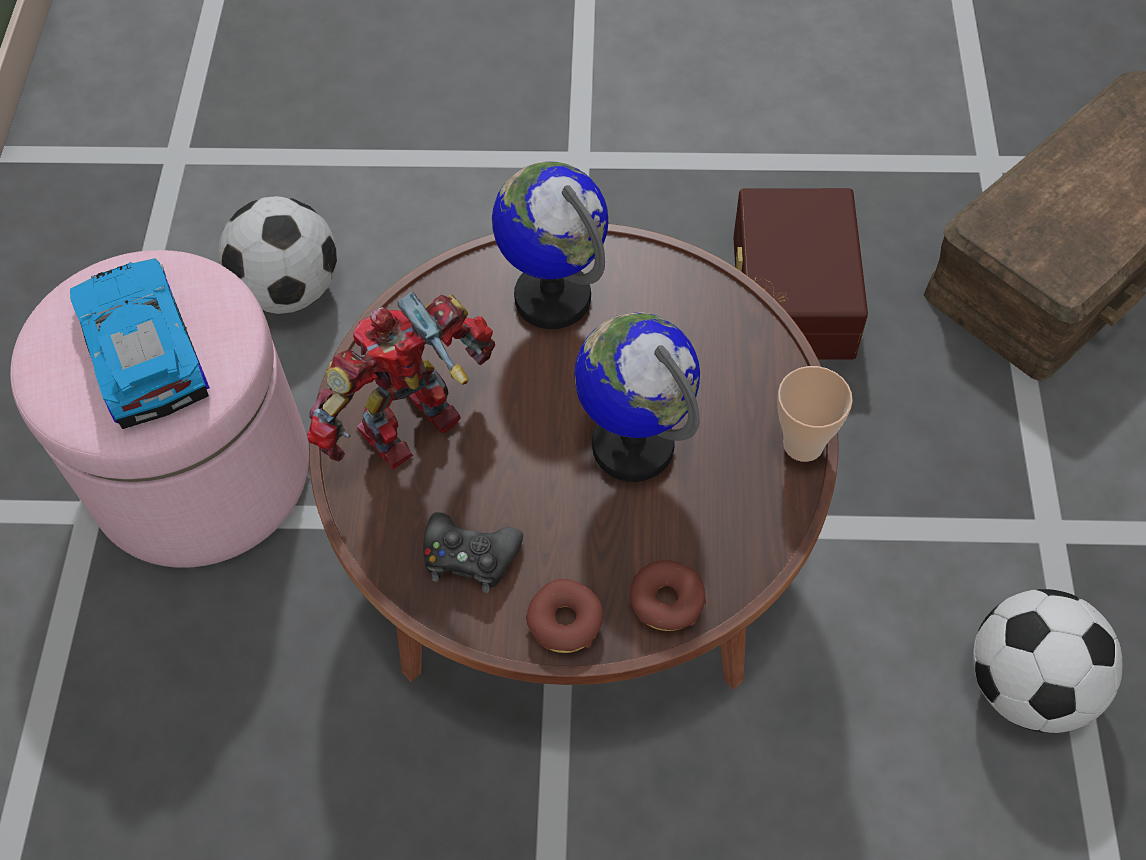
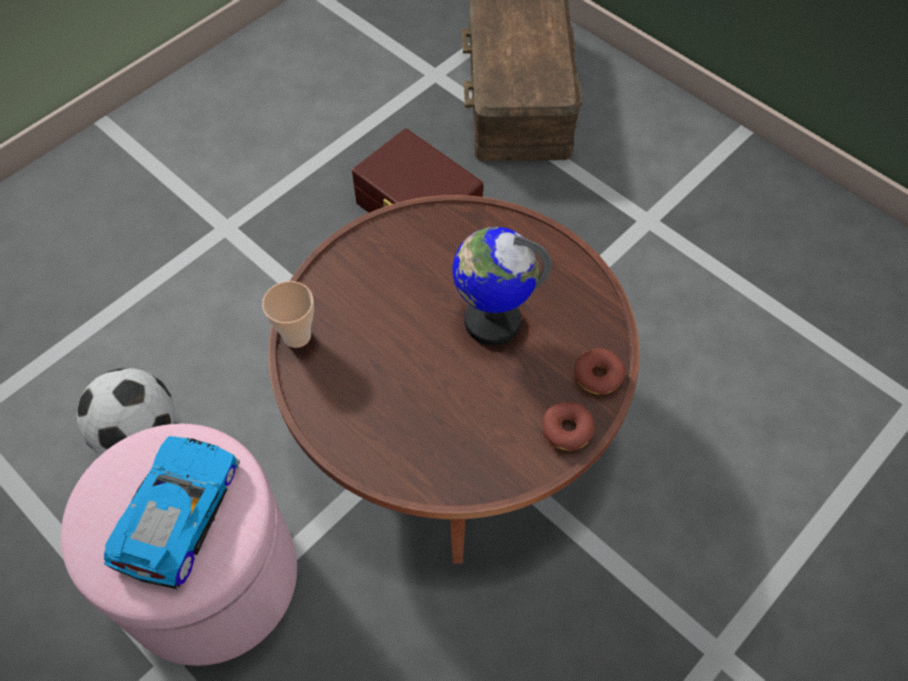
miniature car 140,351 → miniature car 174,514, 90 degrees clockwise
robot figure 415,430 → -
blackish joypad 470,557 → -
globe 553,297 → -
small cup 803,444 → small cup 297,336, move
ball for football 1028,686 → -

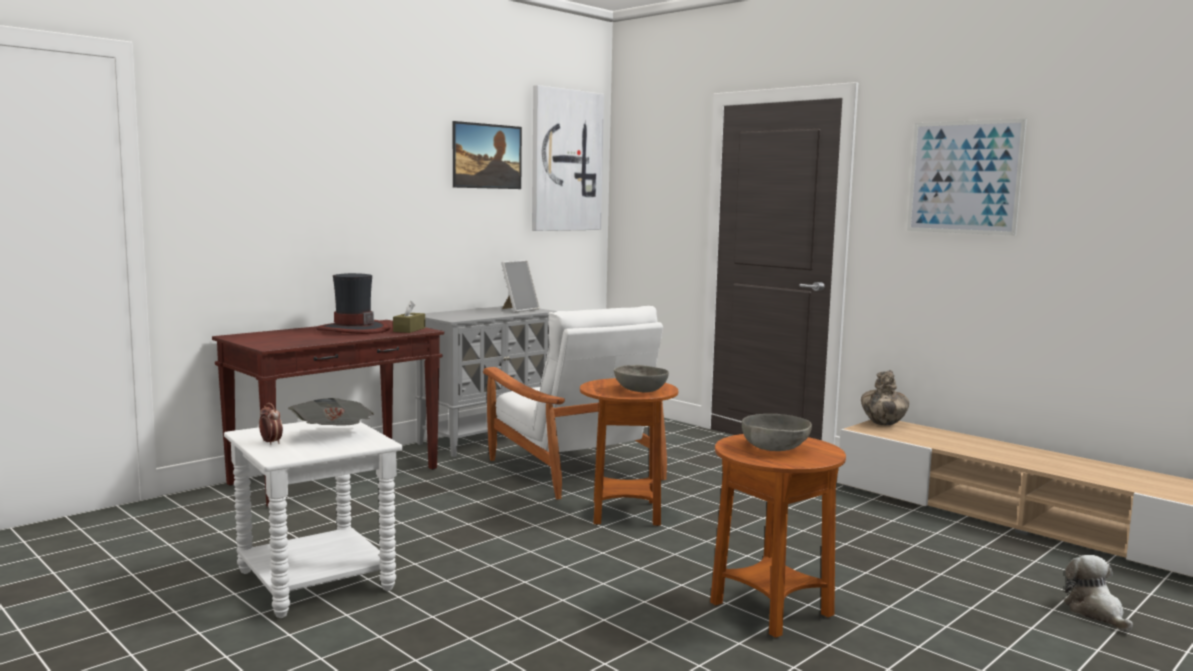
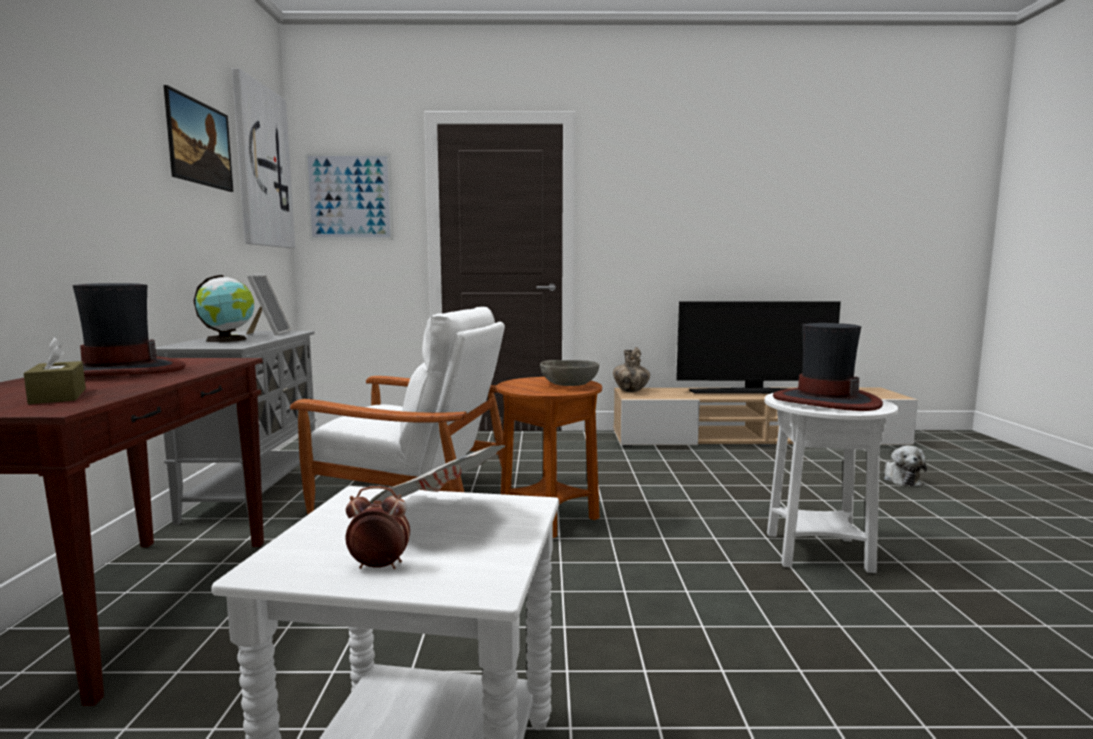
brownish box of tissues 409,330 → brownish box of tissues 58,396, move
brownish side table 770,610 → white side table 817,553
grey serving bowl 776,448 → wearable hat 825,401
picture 964,177 → picture 349,197, move
cuddly toy 1096,613 → cuddly toy 901,479, 120 degrees counterclockwise
- → globe 228,340
- → TV 754,392

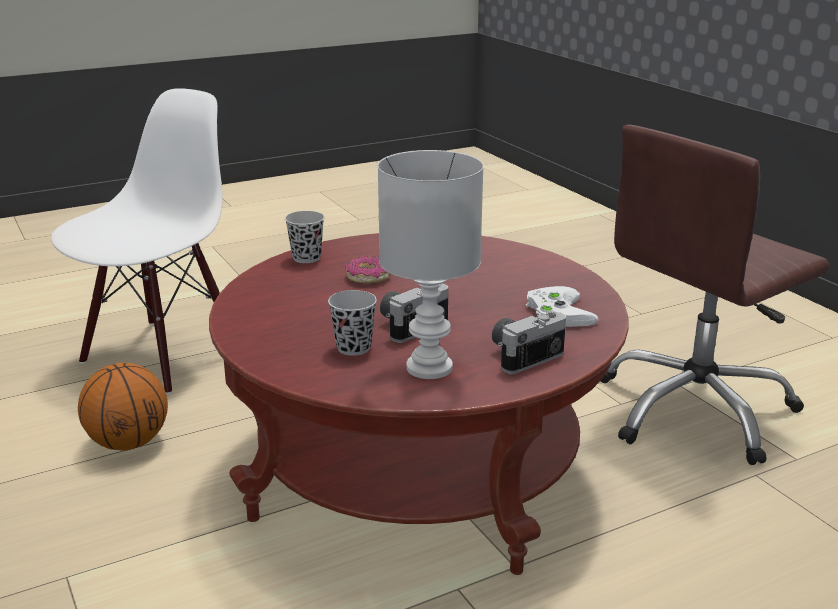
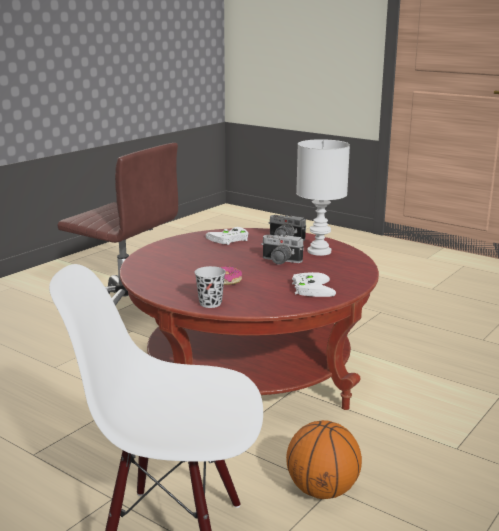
blackish small cup 353,348 → -
- → white joypad 310,288

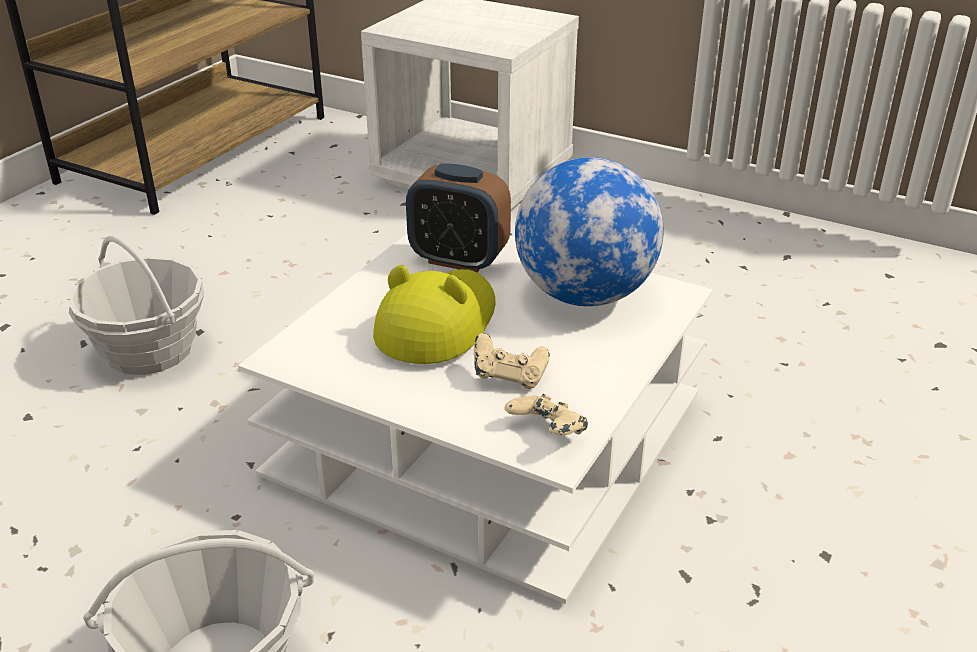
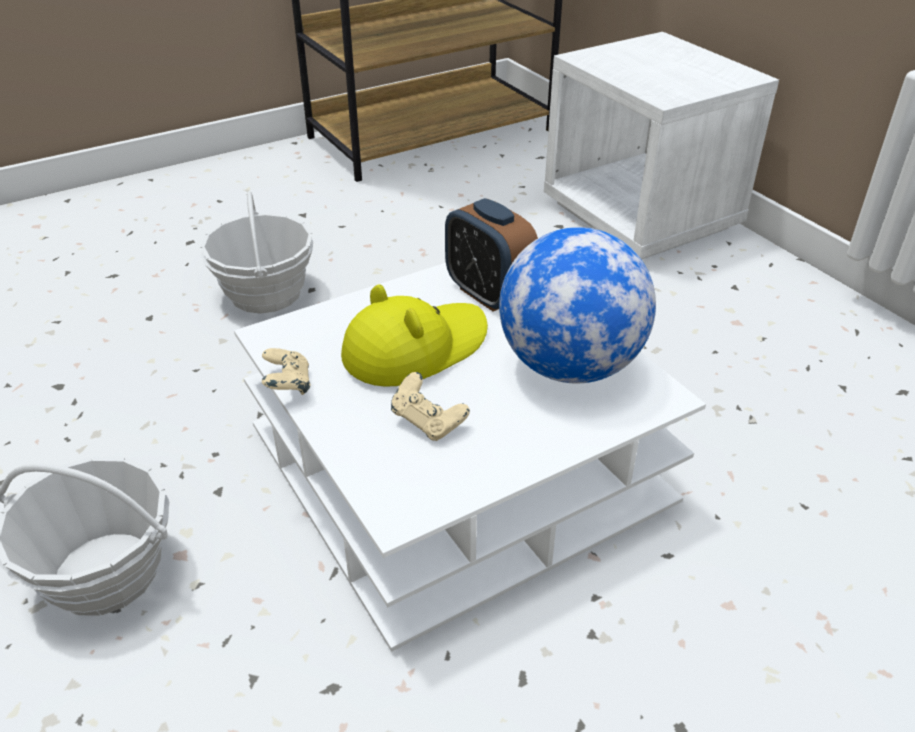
beige joypad 547,433 → beige joypad 288,386, move

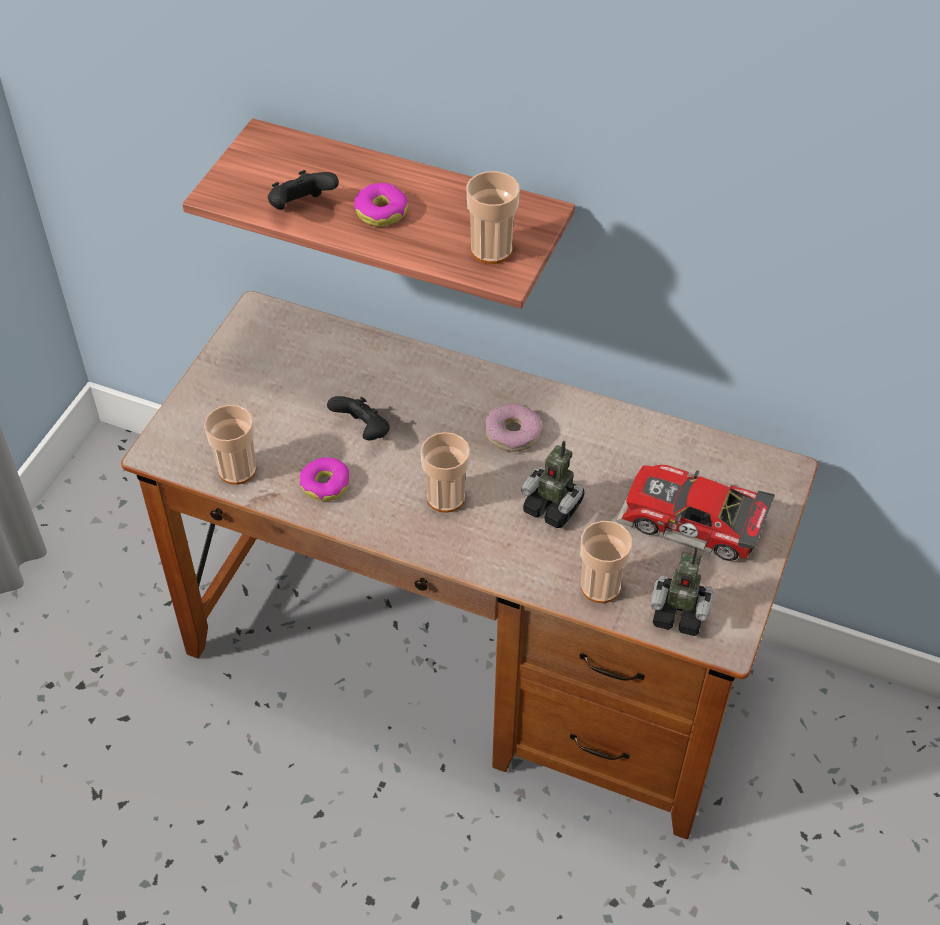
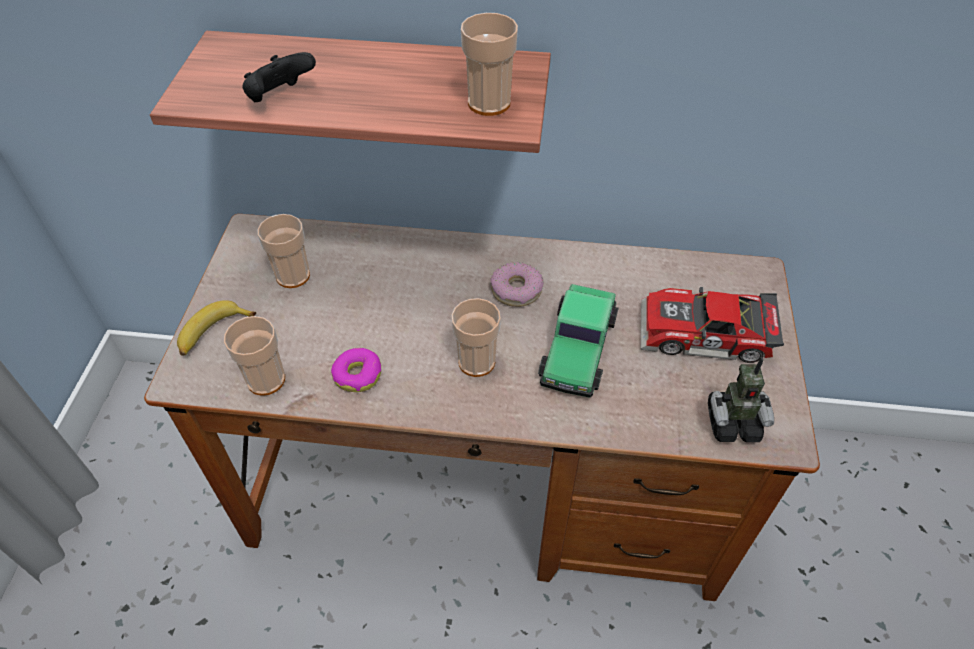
blackish joypad 362,431 → -
ring doughnut 381,211 → -
robot figure 553,507 → miniature car 578,349
small cup 600,586 → small cup 293,276, move
- → banana 213,333

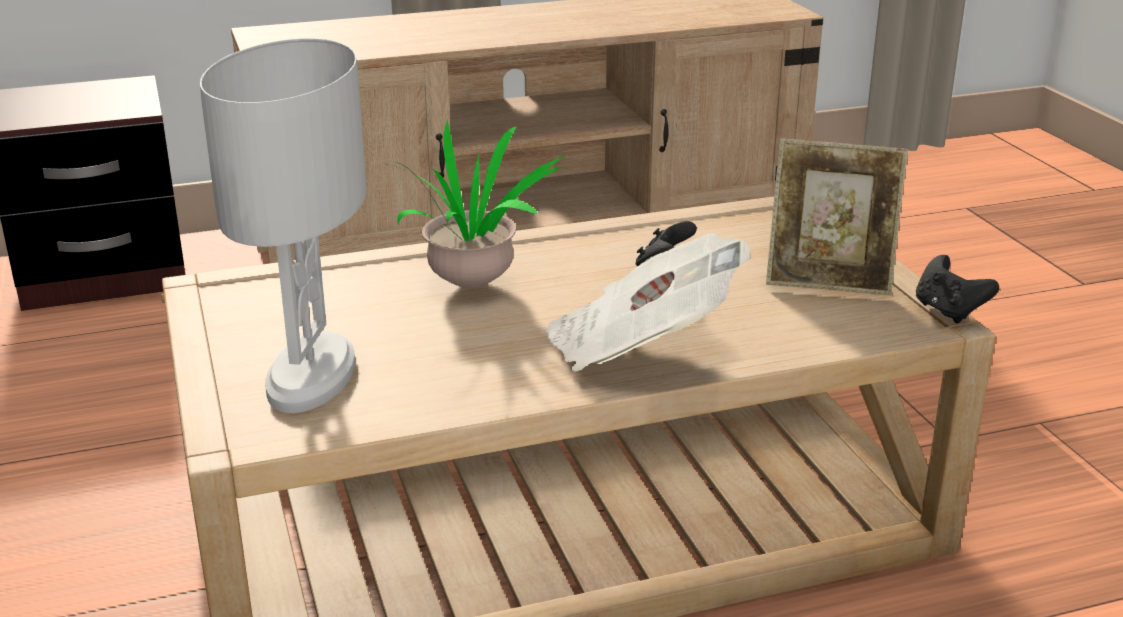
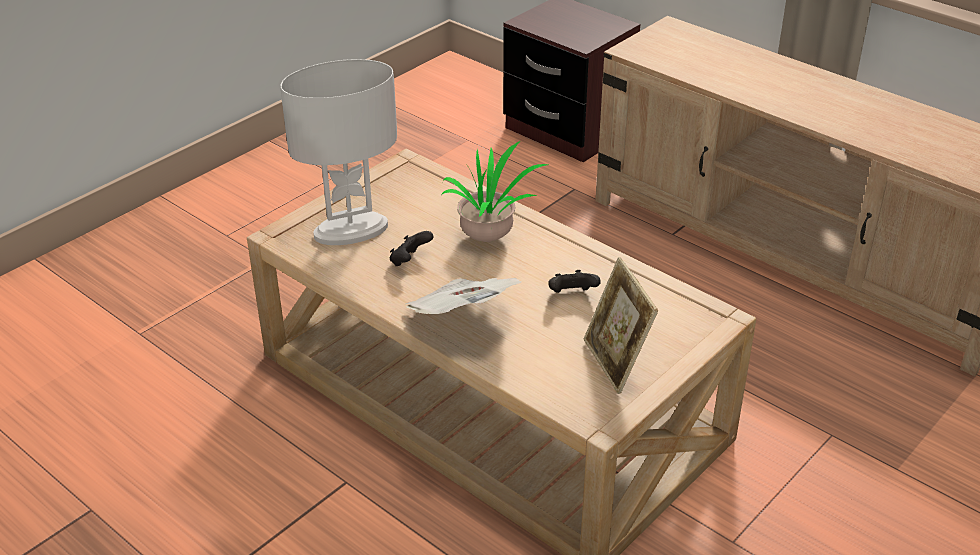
blackish joypad 948,311 → blackish joypad 410,261, move

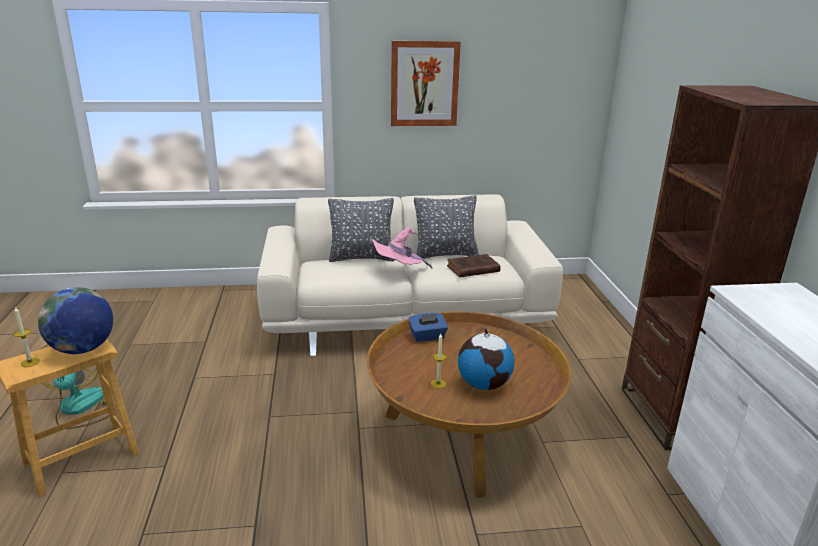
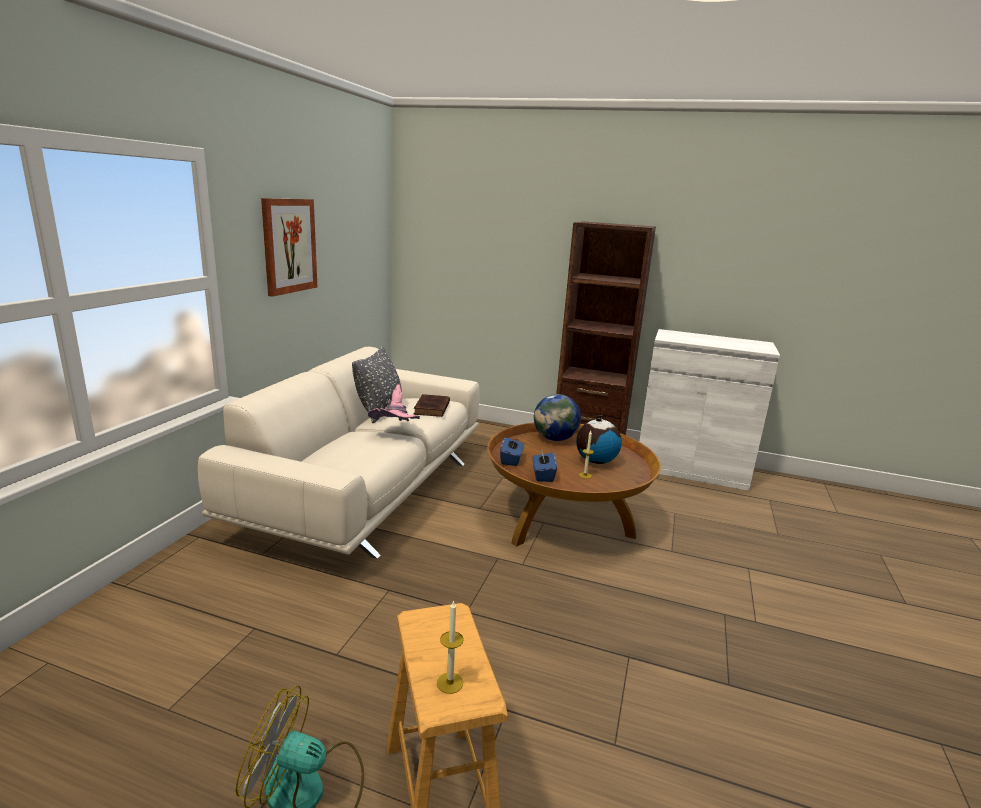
globe 82,349 → globe 555,439, move
grey pillow 362,258 → -
- → blue-coloured box of tissues 543,475

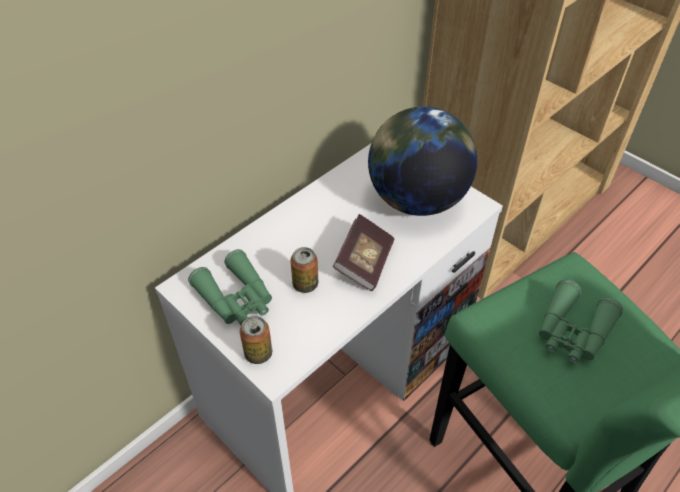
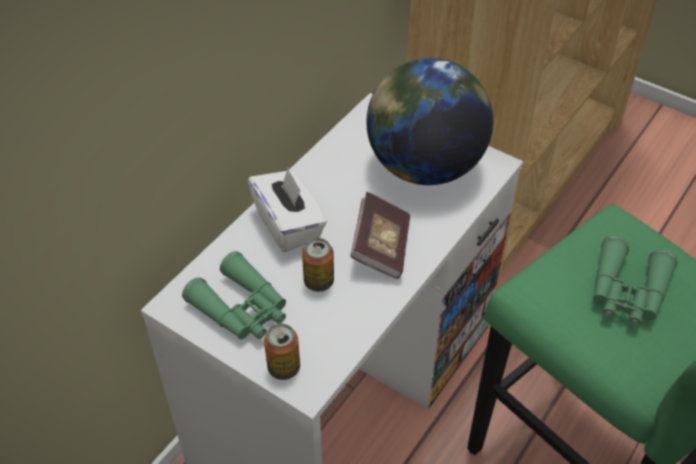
- → white box of tissues 289,225

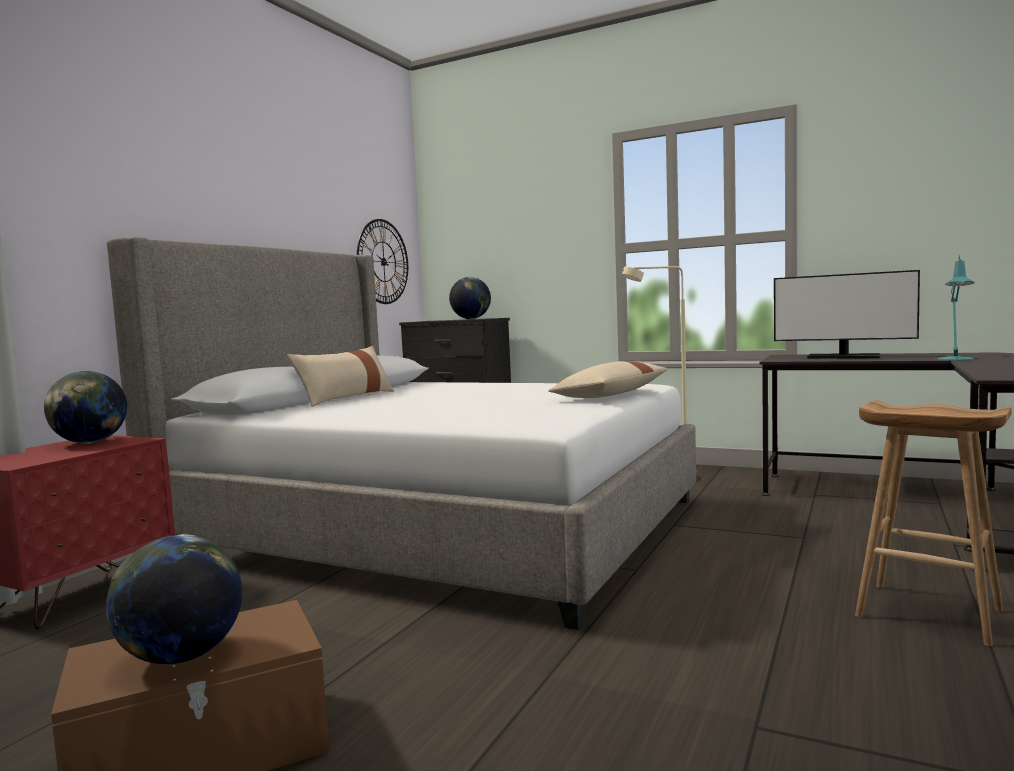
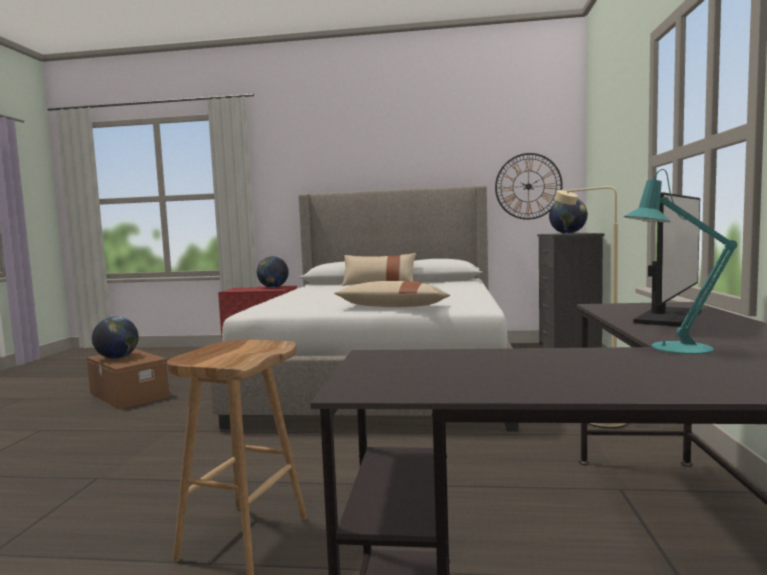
computer display 843,357 → computer display 668,317, 150 degrees counterclockwise

